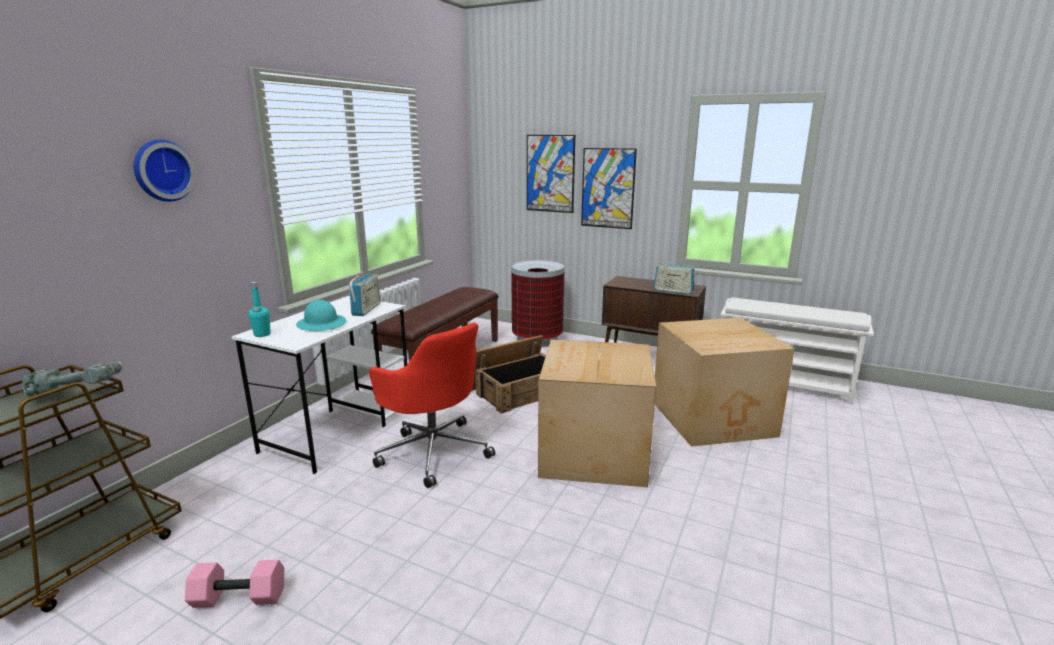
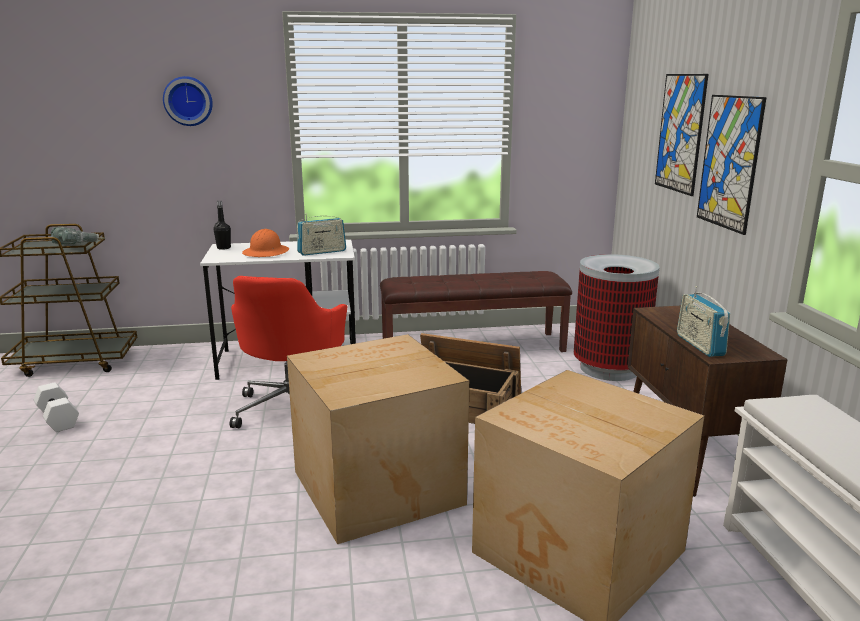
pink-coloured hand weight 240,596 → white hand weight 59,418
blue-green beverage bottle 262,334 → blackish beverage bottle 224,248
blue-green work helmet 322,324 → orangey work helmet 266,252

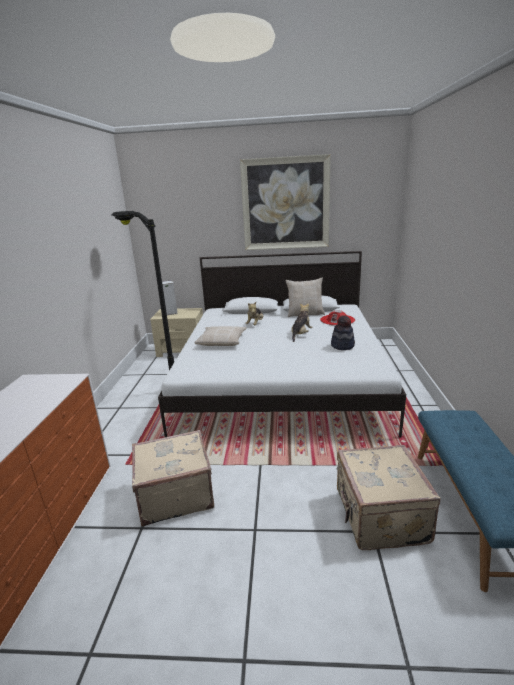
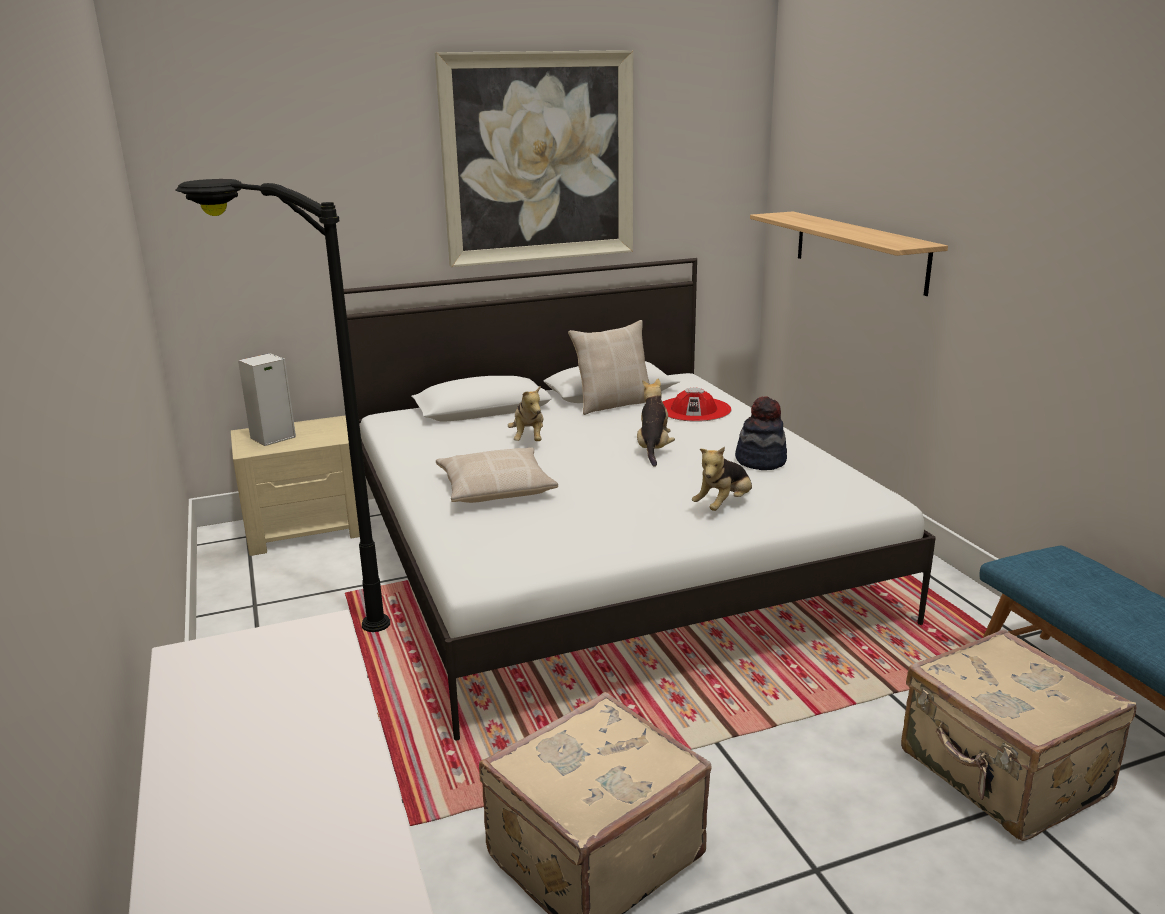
- → cuddly toy 724,505
- → wall shelf 859,251

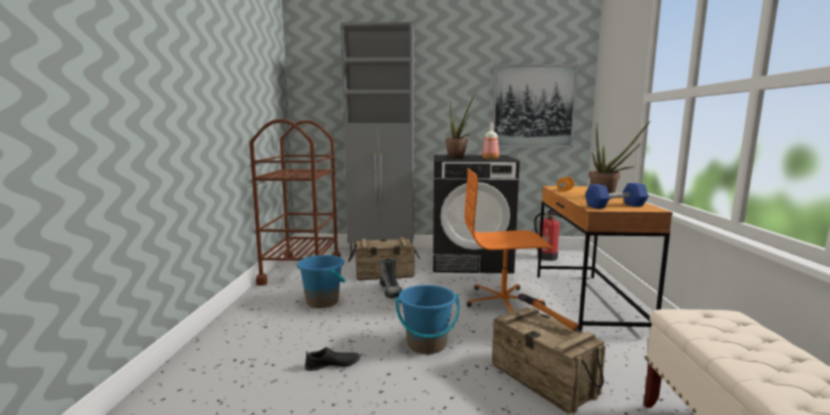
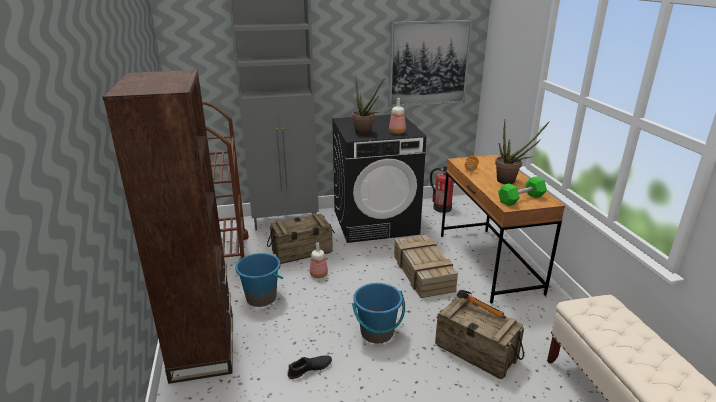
boot 391,291 → beverage bottle 319,274
orangey computer chair 503,302 → crate 422,272
blue-coloured hand weight 615,206 → green hand weight 521,199
- → brownish bookshelf 203,347

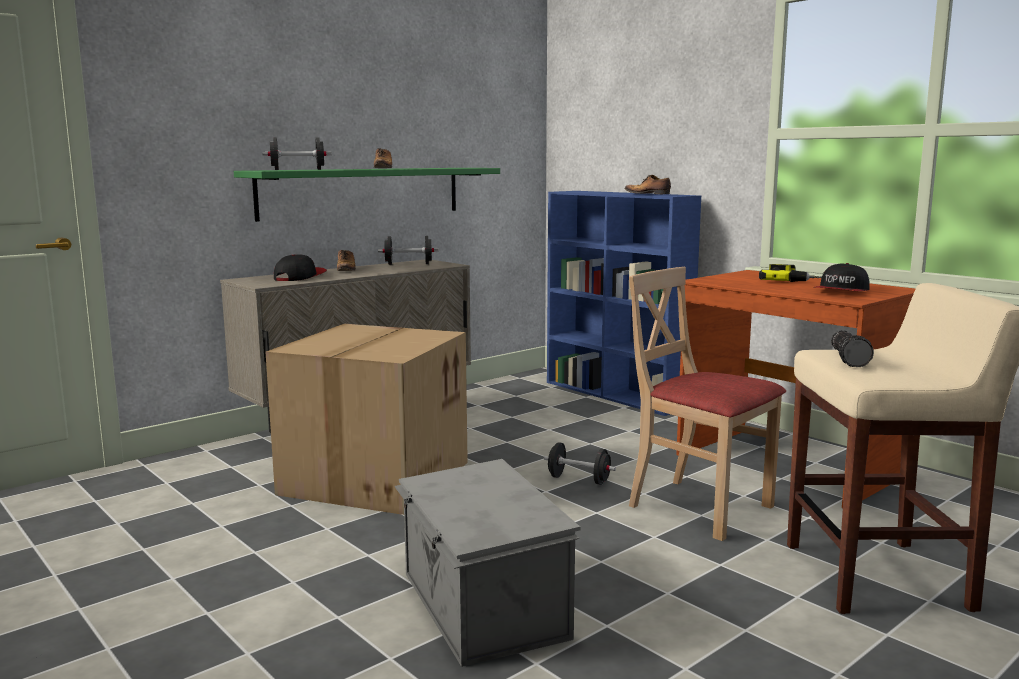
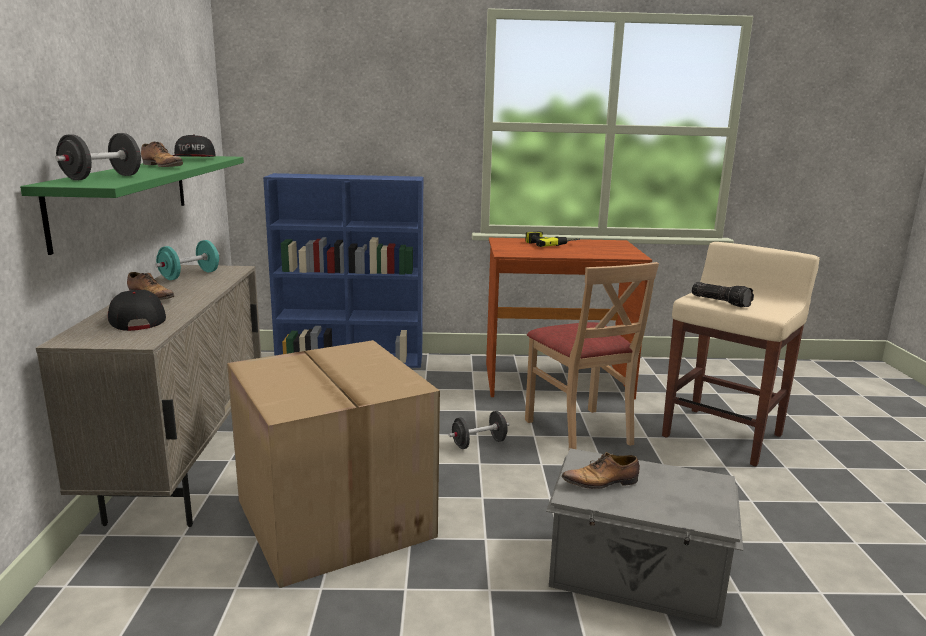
blackish hand weight 408,264 → blue-green hand weight 190,275
shoe 647,194 → shoe 602,482, move
beige upright chair 700,507 → beige upright chair 579,431, 105 degrees counterclockwise
cap 842,291 → cap 194,158, move

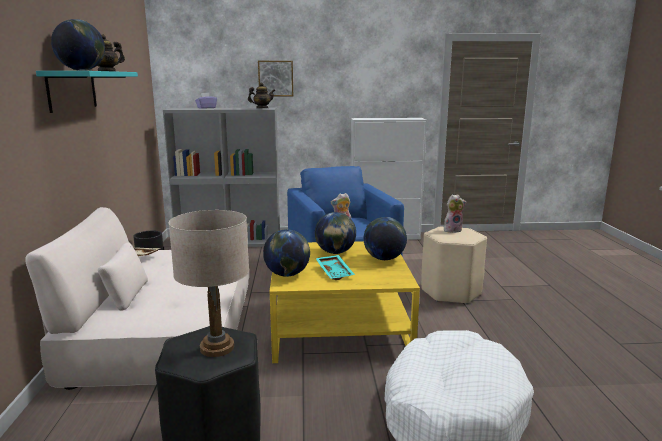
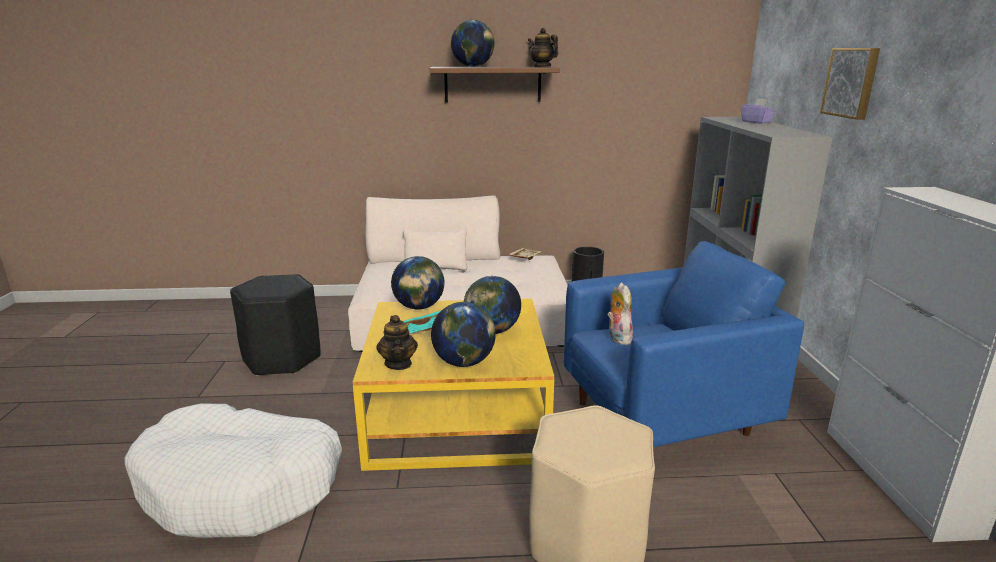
blue-green wall shelf 72,90 → brownish wall shelf 492,84
beige table lamp 217,348 → -
pot for tea 262,108 → pot for tea 398,364, move
cuddly toy 452,230 → -

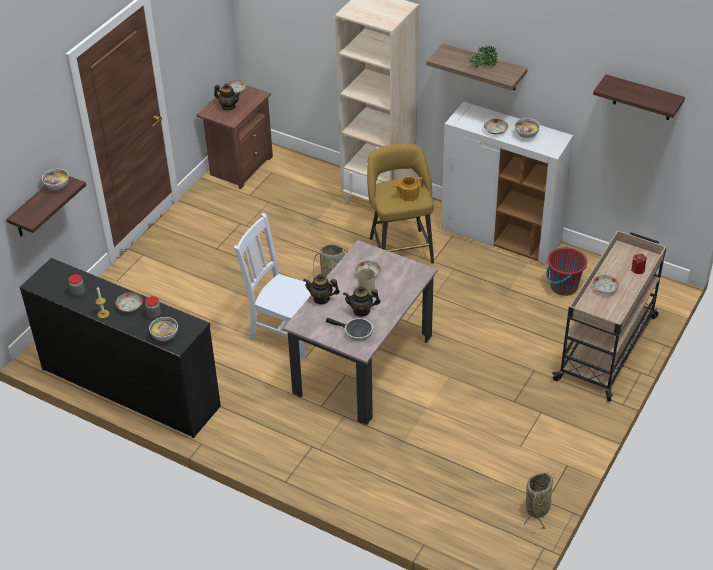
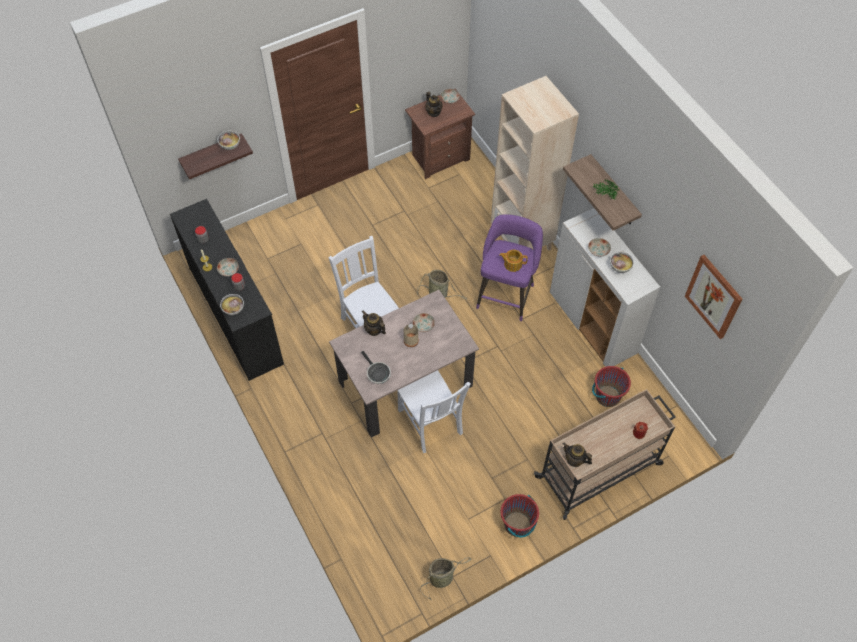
pot for tea 361,311 → pot for tea 575,460, move
yellow stool 400,248 → purple stool 506,294
wall shelf 642,98 → picture 714,296
flat dish 604,288 → -
- → white upright chair 431,423
- → red water bucket 517,524

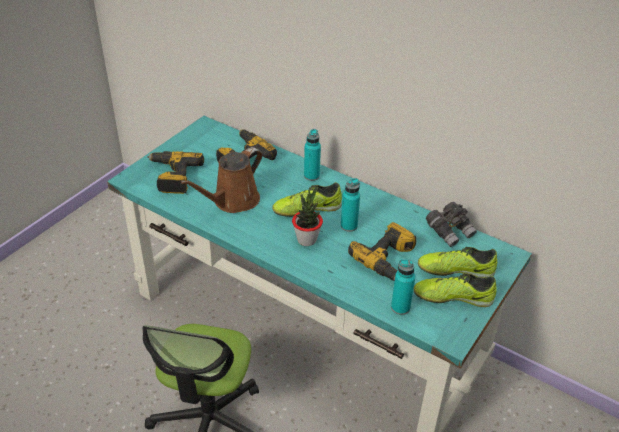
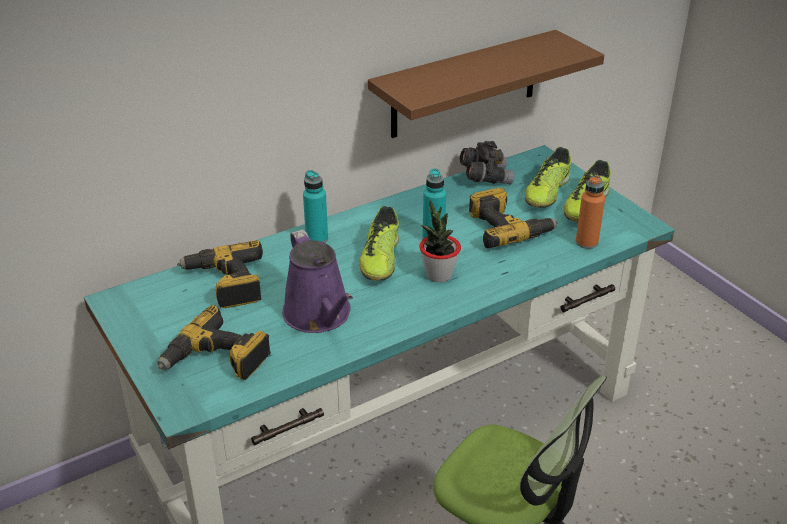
brownish watering pot 233,201 → purple watering pot 319,316
blue-green beverage bottle 400,307 → orangey beverage bottle 586,242
- → brownish wall shelf 464,84

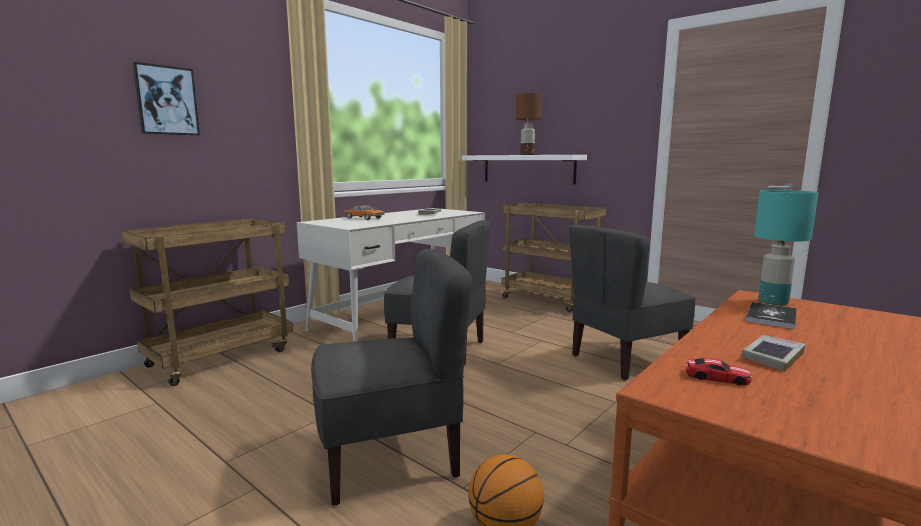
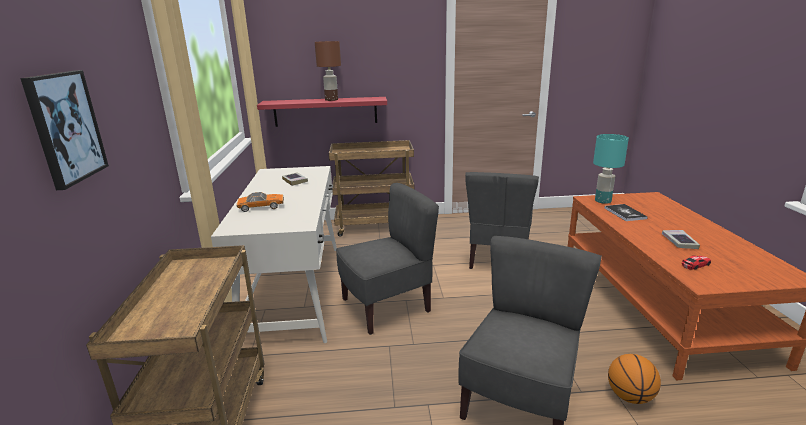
white wall shelf 528,169 → red wall shelf 325,111

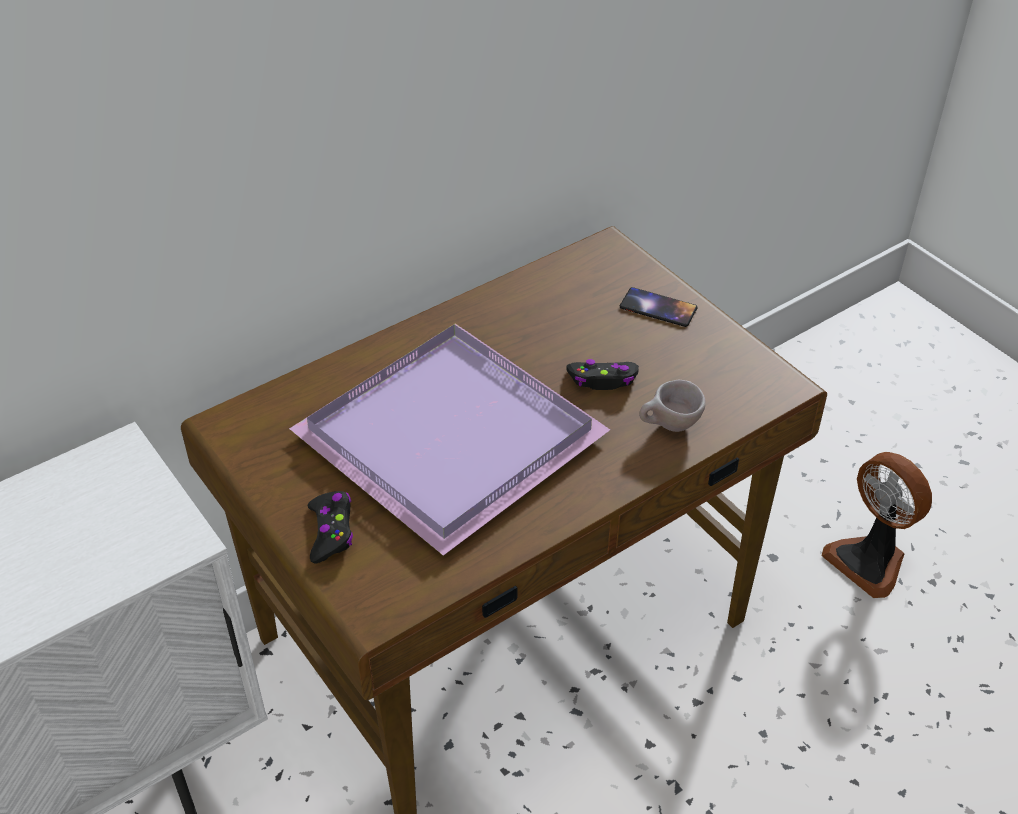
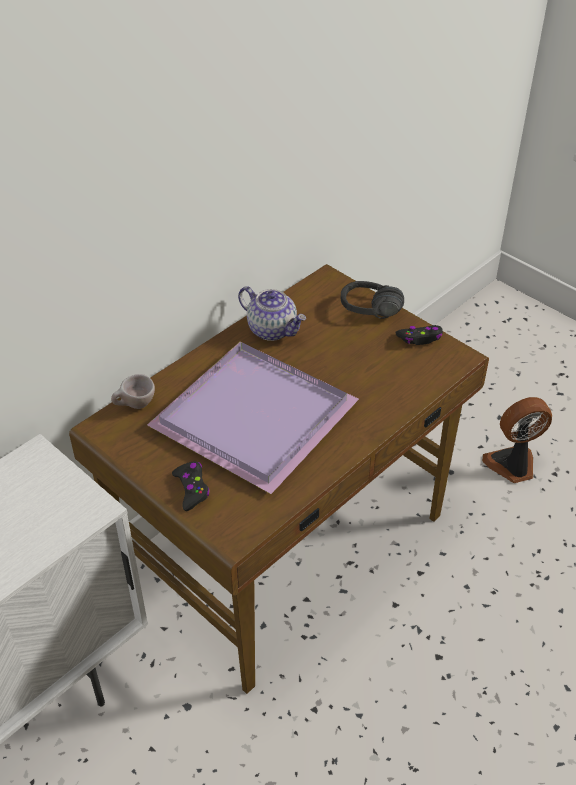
blackish joypad 603,380 → blackish joypad 420,338, move
handset 658,307 → blackish headphones 369,315
beige small cup 669,427 → beige small cup 135,406, move
cooling fan 869,561 → cooling fan 512,465, 120 degrees clockwise
- → pot for tea 273,329

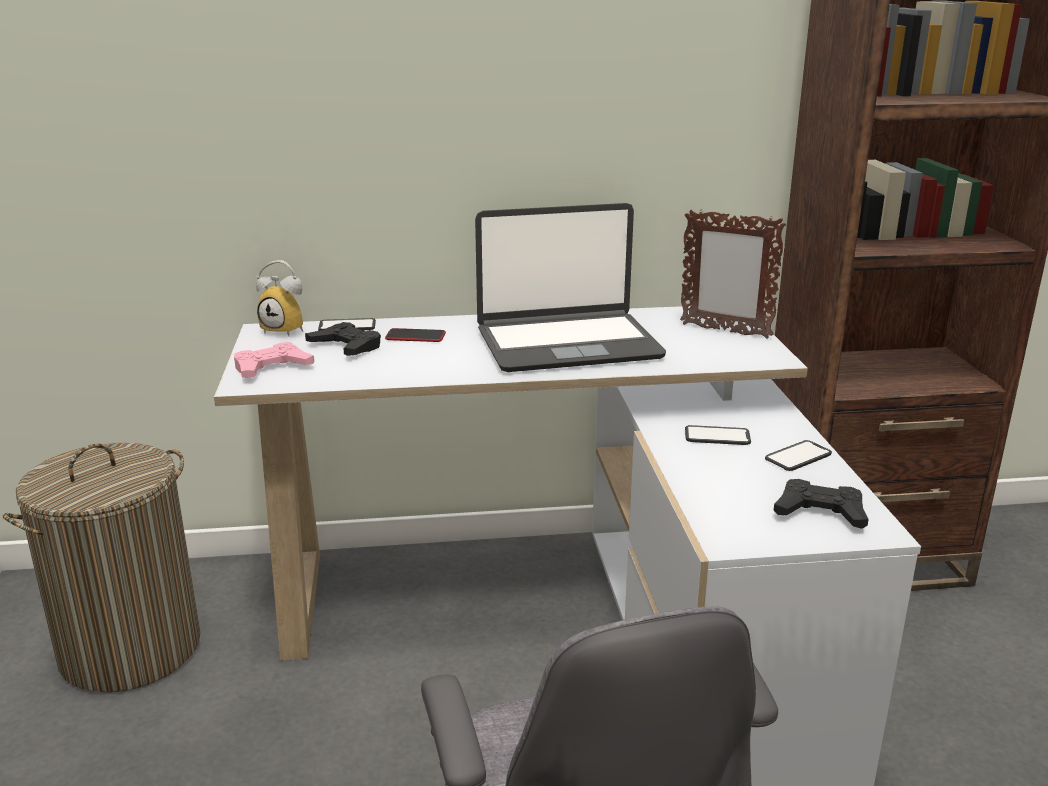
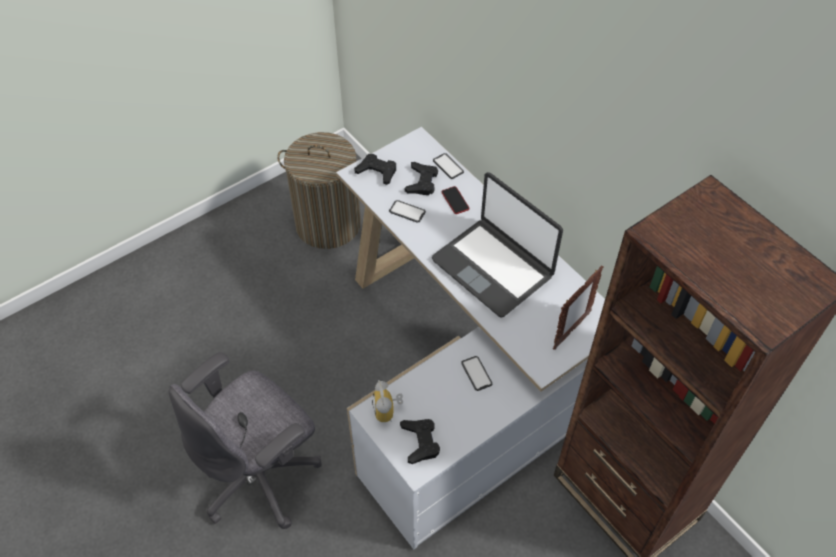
pink-coloured joypad 272,368 → blackish joypad 377,171
bedside clock 287,330 → bedside clock 388,411, move
picture frame 724,331 → picture frame 571,331, 135 degrees counterclockwise
handset 798,457 → handset 407,211, move

